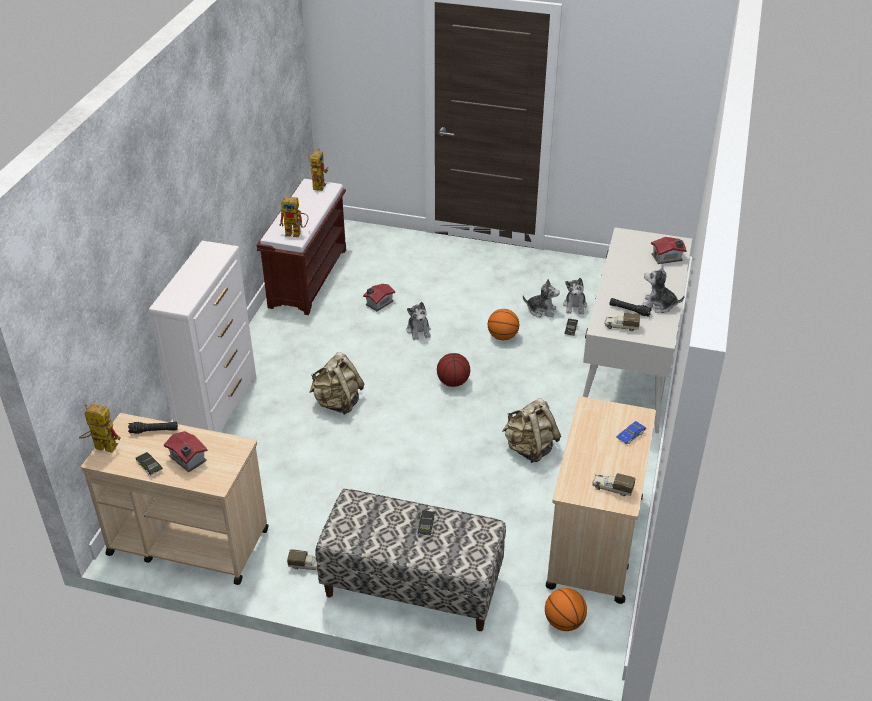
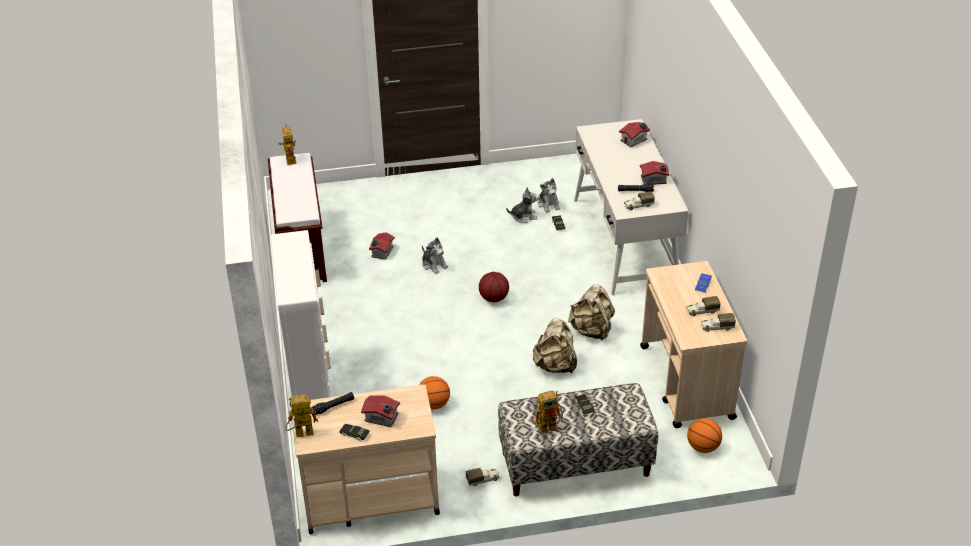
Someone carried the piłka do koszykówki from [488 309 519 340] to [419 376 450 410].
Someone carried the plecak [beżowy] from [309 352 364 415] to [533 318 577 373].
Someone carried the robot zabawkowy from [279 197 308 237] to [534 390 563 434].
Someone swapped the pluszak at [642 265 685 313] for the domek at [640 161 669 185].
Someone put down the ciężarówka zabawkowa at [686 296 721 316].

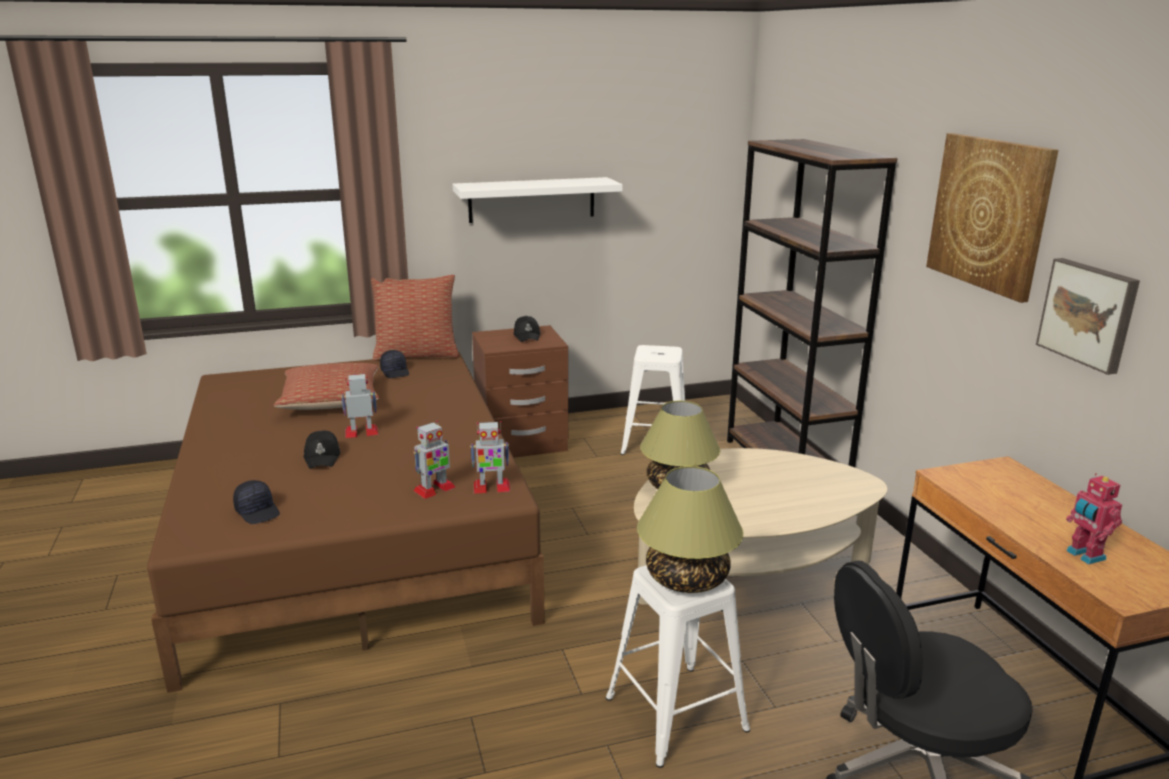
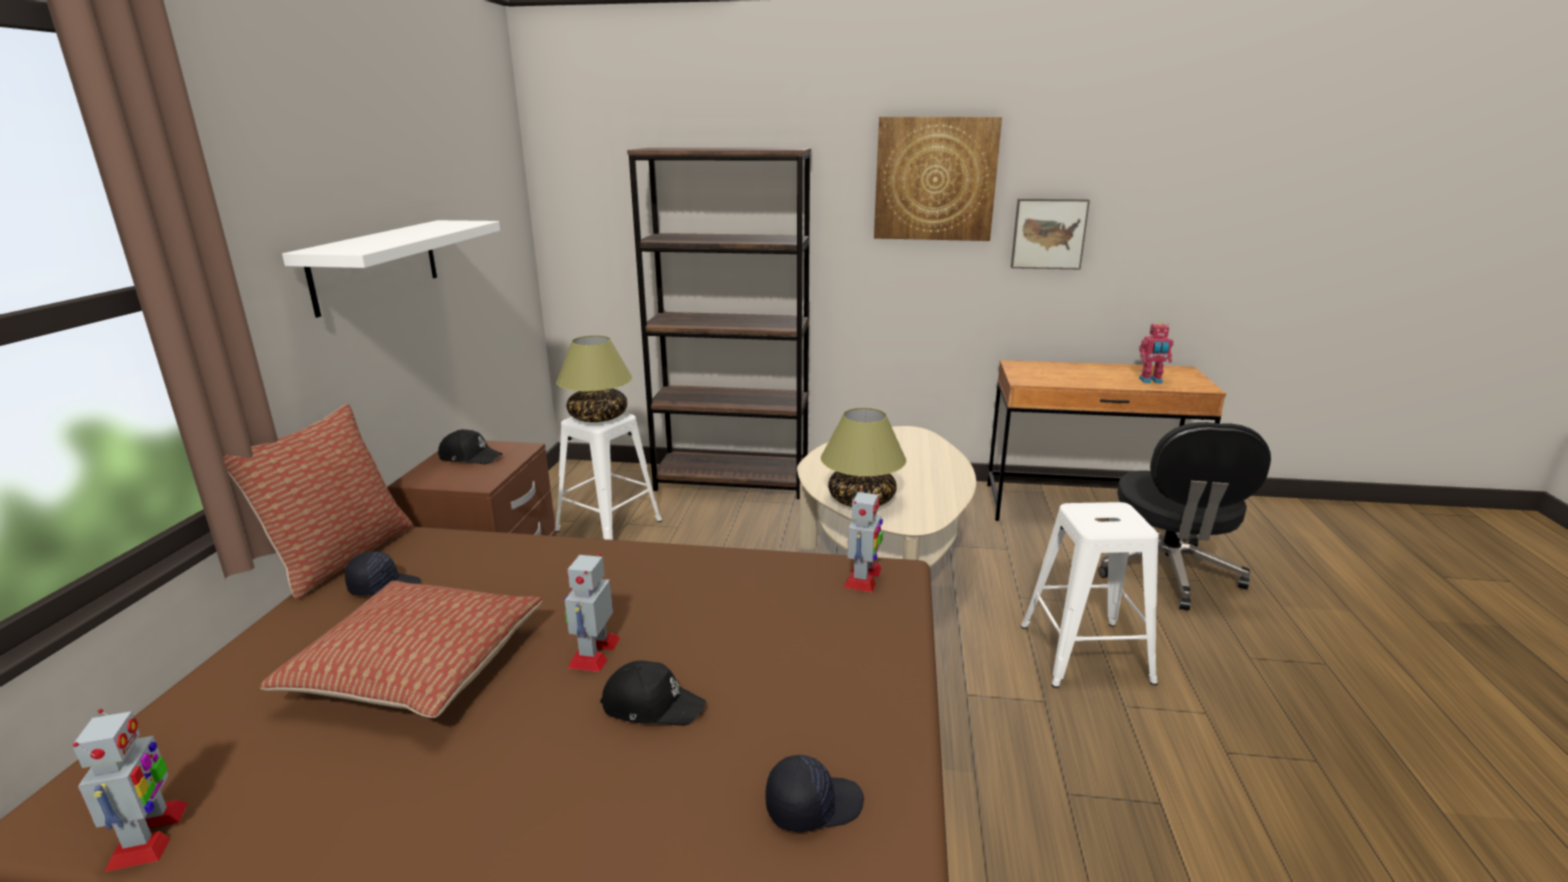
Someone carried the robot zabawkowy from [413 421 456 499] to [72 709 188 872].
Someone carried the lampa stołowa from [637 466 743 593] to [556 335 633 422].

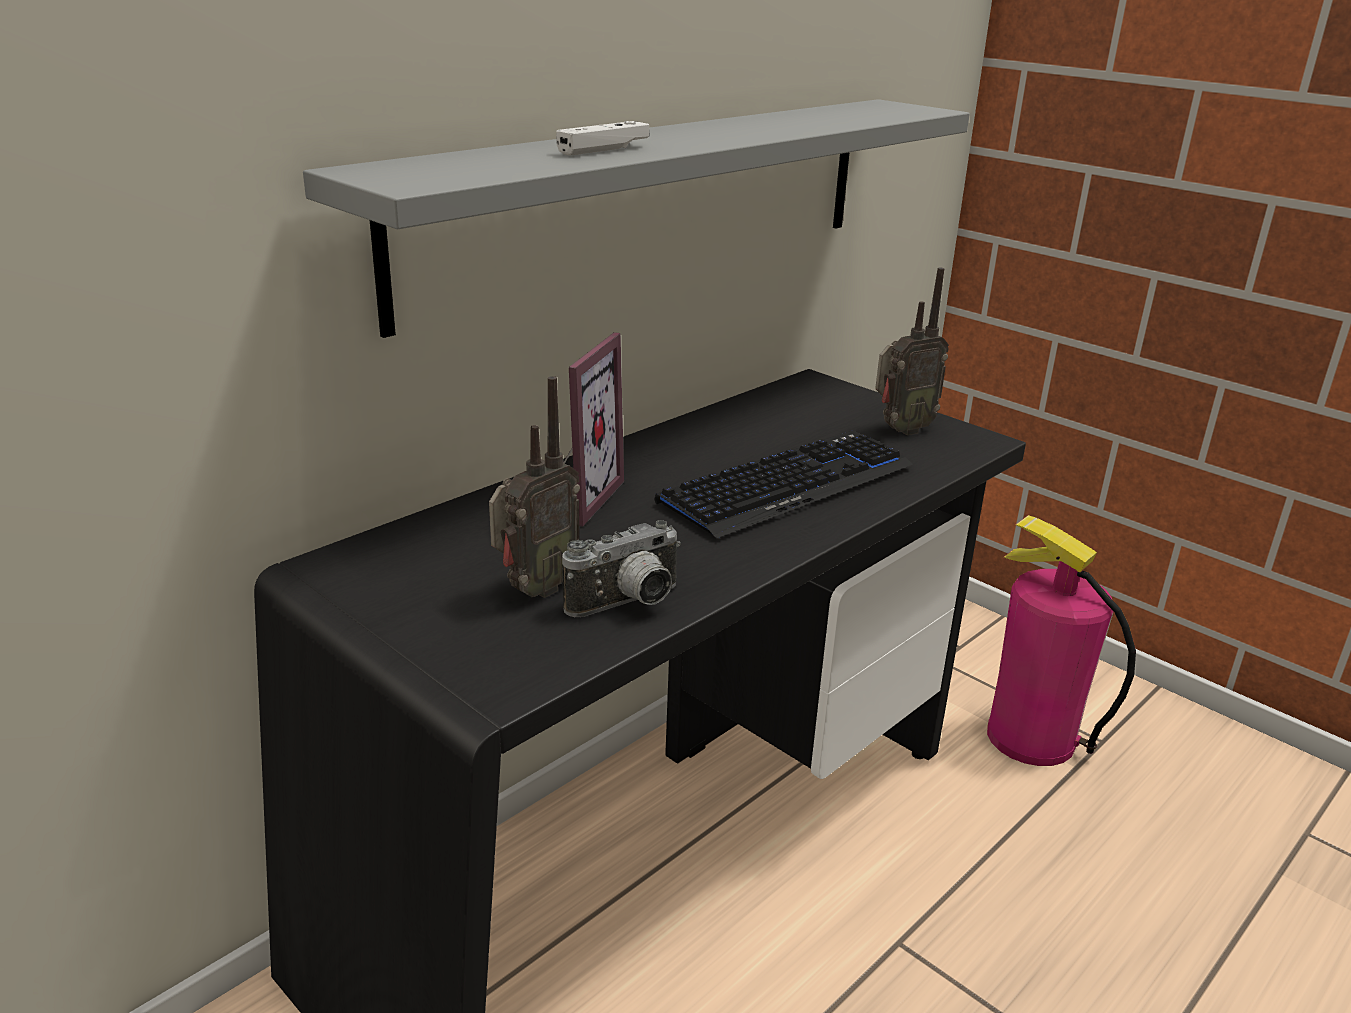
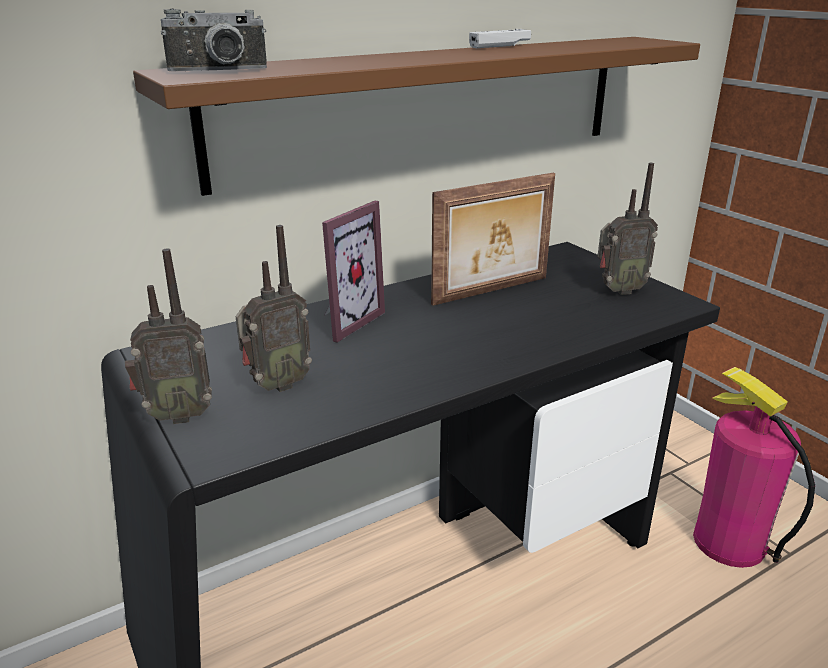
Someone put down the radio at [125 248 212 424].
Someone repainted the półka [szary] at [303 99 970 338], which became the półka [brązowy] at [133 37 700 196].
Someone carried the aparat fotograficzny from [562 520 681 617] to [161 8 267 71].
Someone put down the ramka na zdjęcie at [431 173 555 306].
Someone carried the pad do gier [biały] from [556 121 649 156] to [469 29 531 48].
Someone took away the klawiatura at [654 430 913 538].

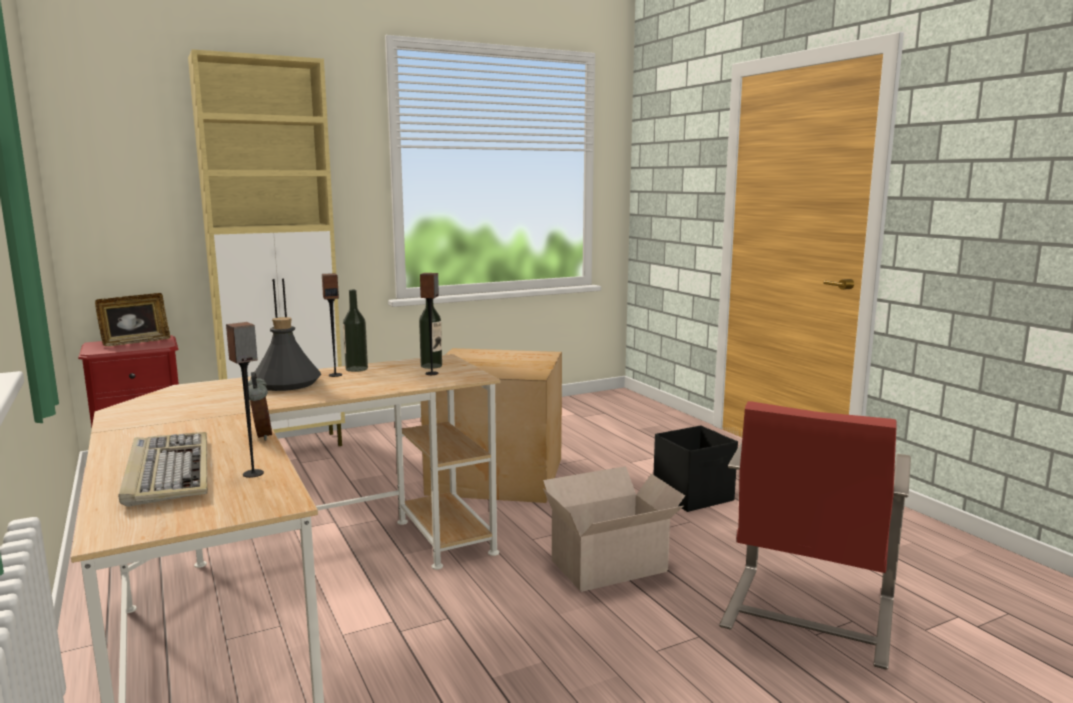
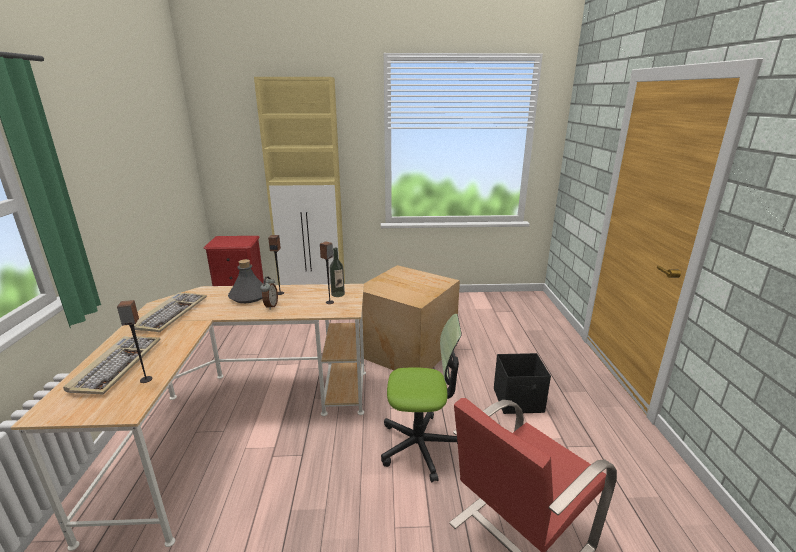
Someone put down the klawiatura at [134 292 207 332].
Someone carried the budzik from [248 372 272 441] to [260 277 278 310].
Someone swapped the karton at [543 466 685 592] for the krzesło biurowe at [381 314 462 482].
Someone took away the ramka na zdjęcie at [95 293 171 346].
Someone took away the butelka at [343 290 368 372].

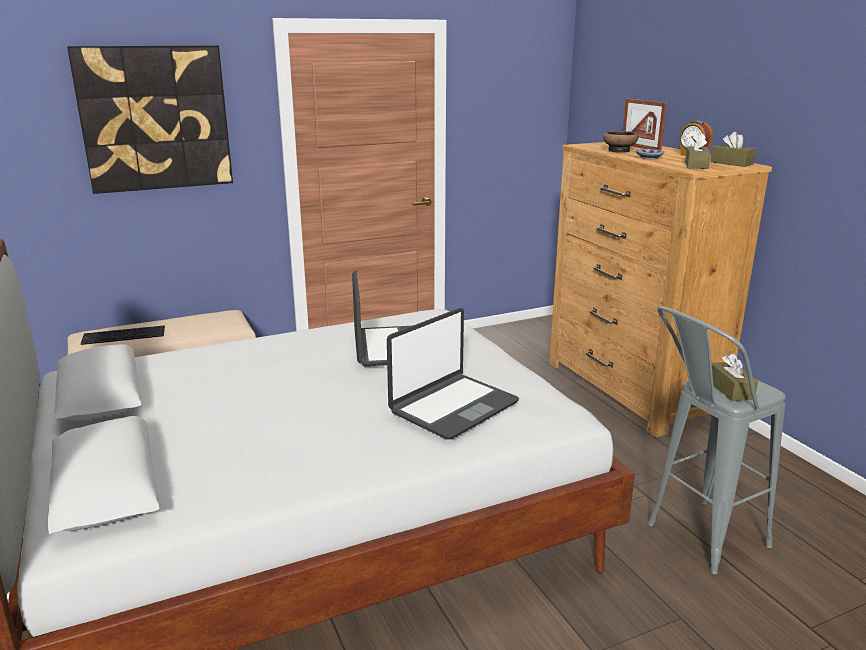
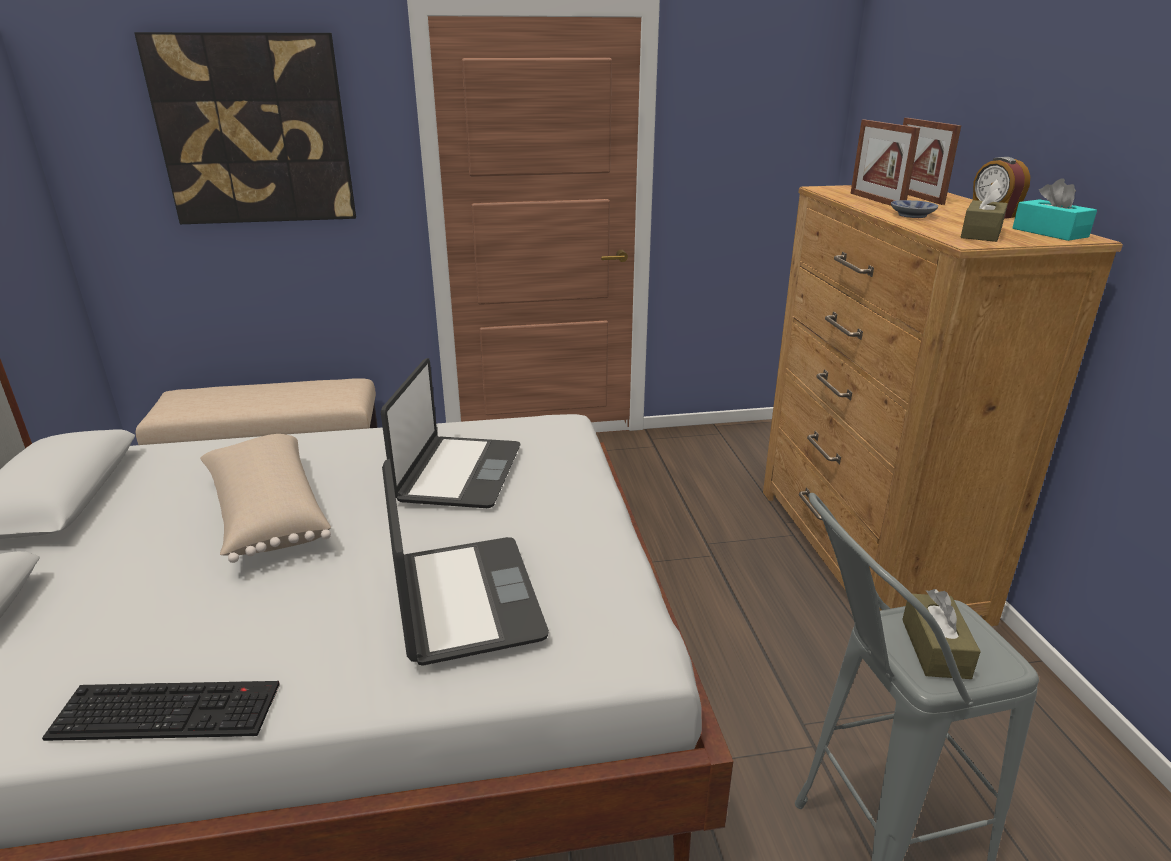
Someone carried the klawiatura from [81 325 165 345] to [42 681 280 741].
Someone put down the poduszka [beżowy] at [200 434 331 563].
Someone rotated the laptop at [387 308 519 439] by 75 degrees counterclockwise.
Someone swapped the miska at [603 131 638 153] for the ramka na zdjęcie at [850 120 920 206].
Someone repainted the pudełko chusteczek [brązowy] at [710 132 756 167], which became the pudełko chusteczek [turkusowy] at [1012 179 1097 241].

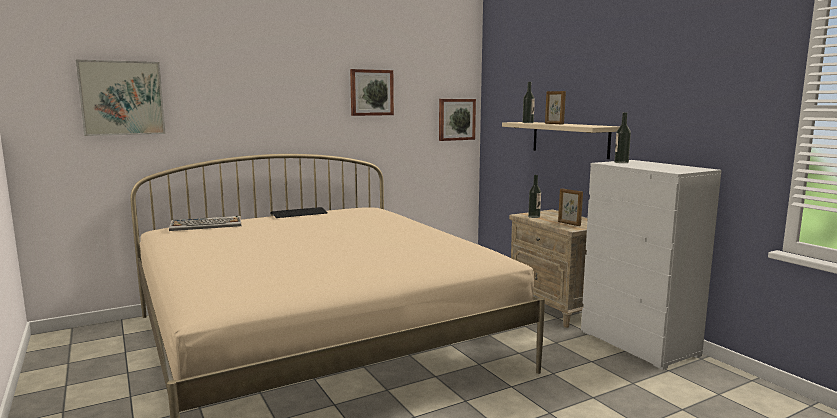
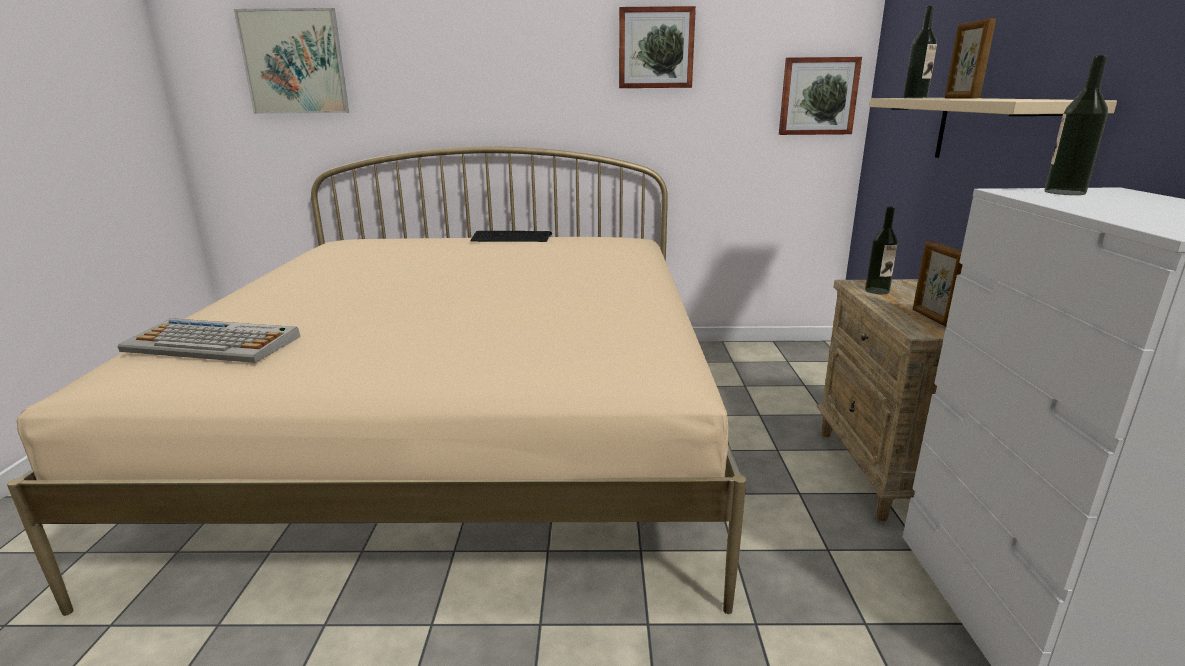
Someone carried the klawiatura from [169 216 241 231] to [118 318 300 363].

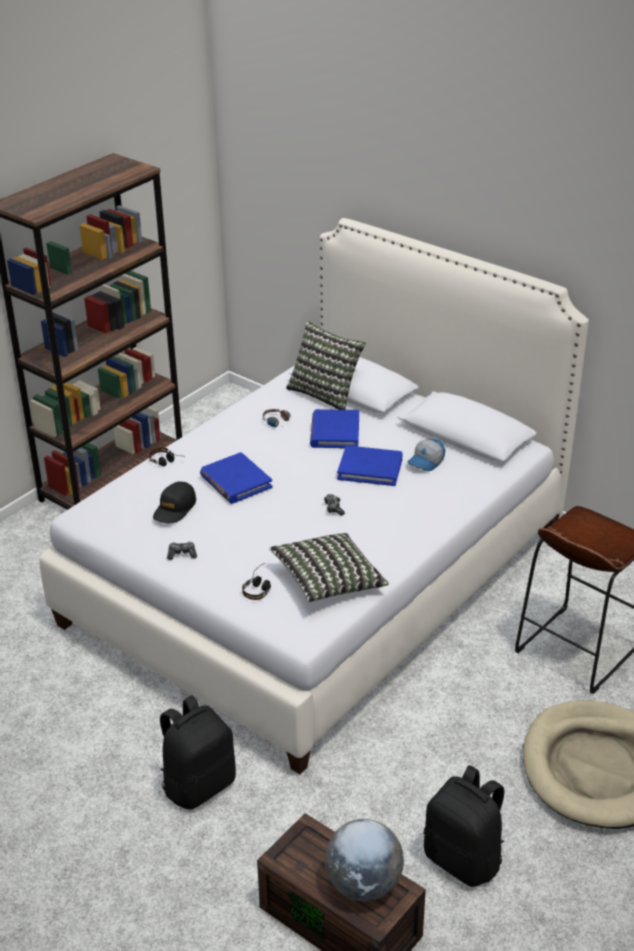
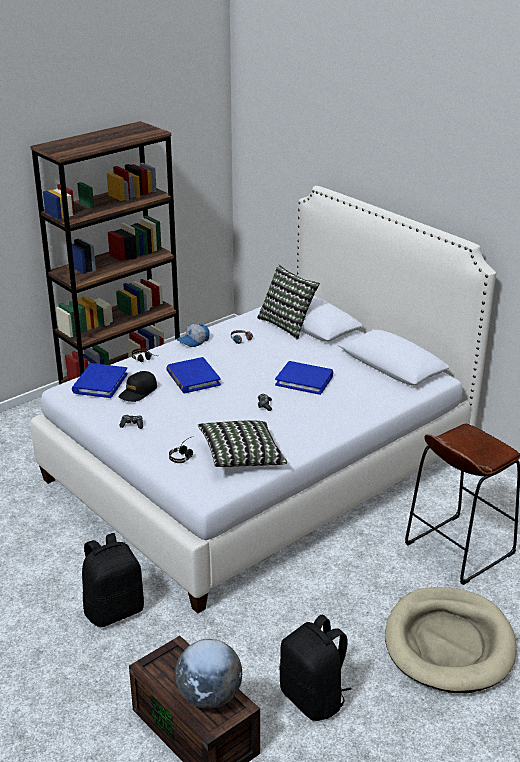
Someone carried the książka [niebieski] from [310 409 359 448] to [72 363 128 398].
Someone carried the czapka z daszkiem from [407 438 446 471] to [177 323 210 347].

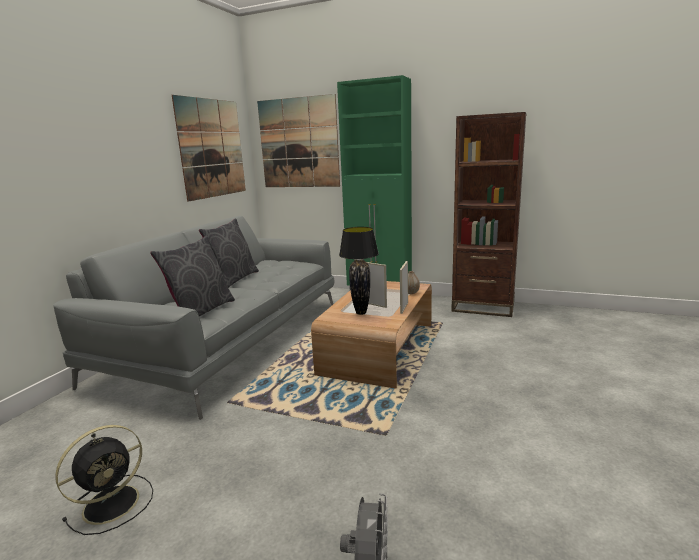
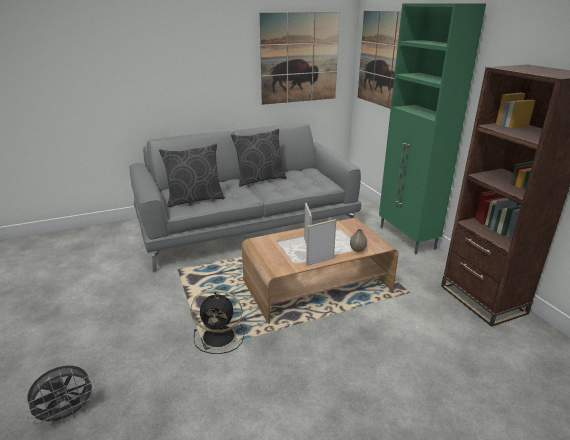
Someone carried the wentylator [czarny] from [55 425 153 535] to [190 290 244 354].
Someone took away the lampa stołowa [czarny] at [339 227 379 315].

